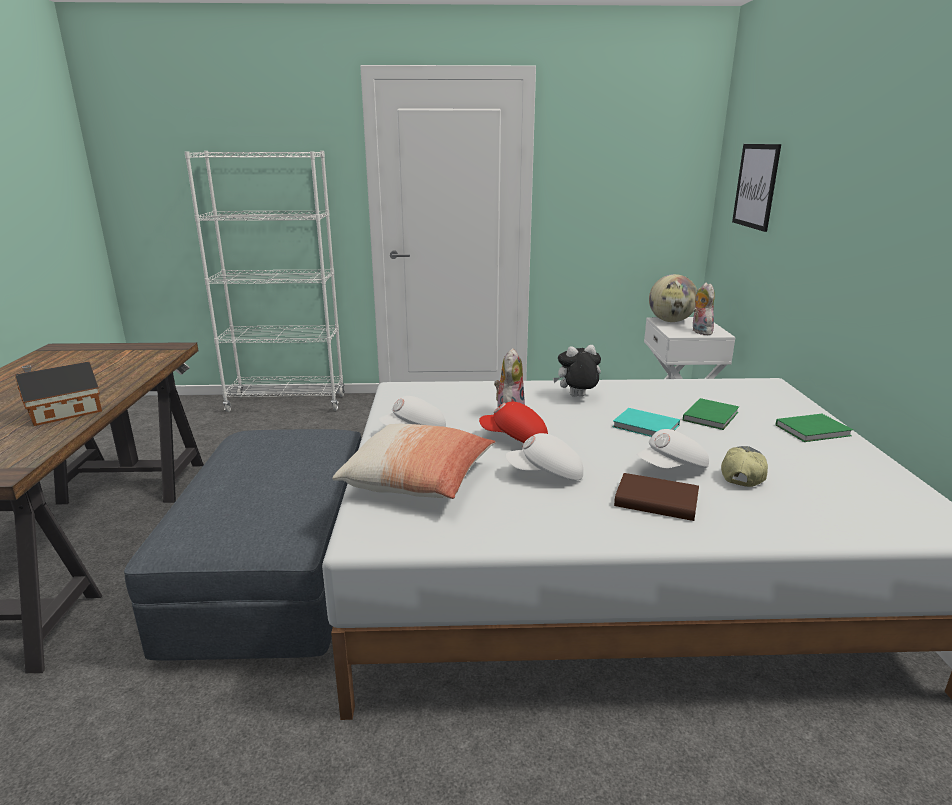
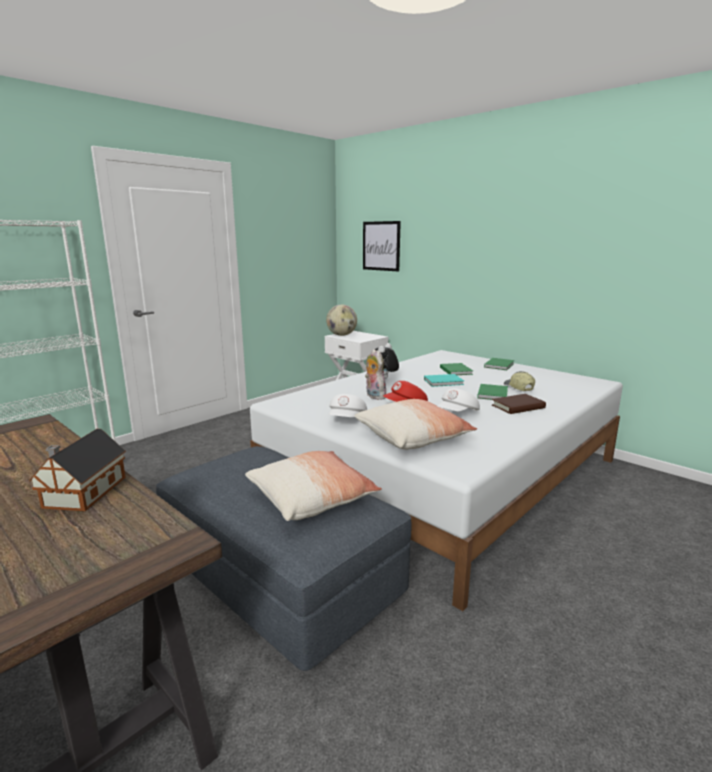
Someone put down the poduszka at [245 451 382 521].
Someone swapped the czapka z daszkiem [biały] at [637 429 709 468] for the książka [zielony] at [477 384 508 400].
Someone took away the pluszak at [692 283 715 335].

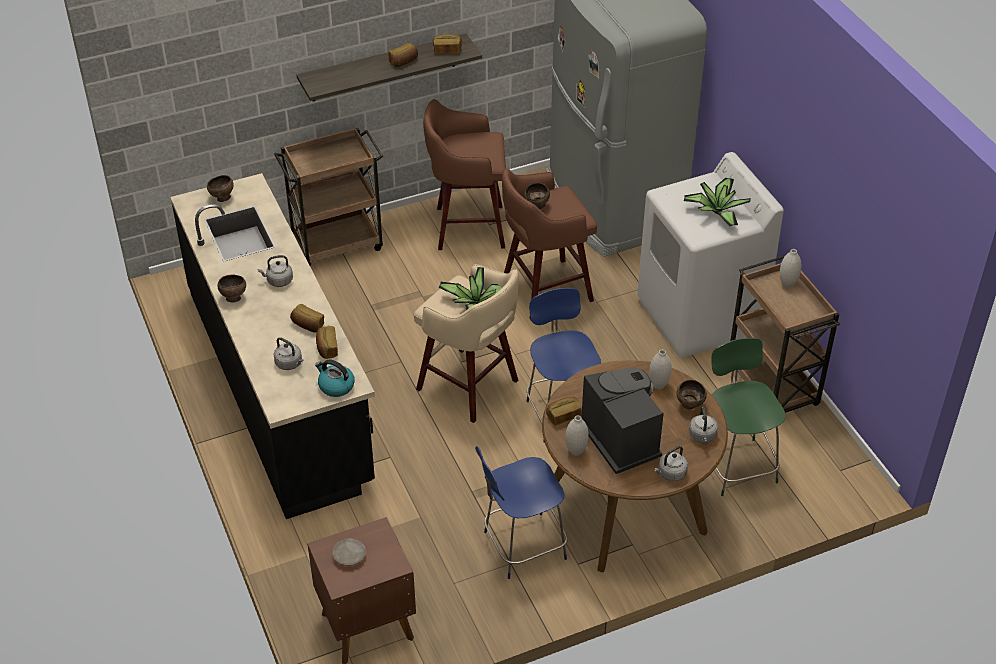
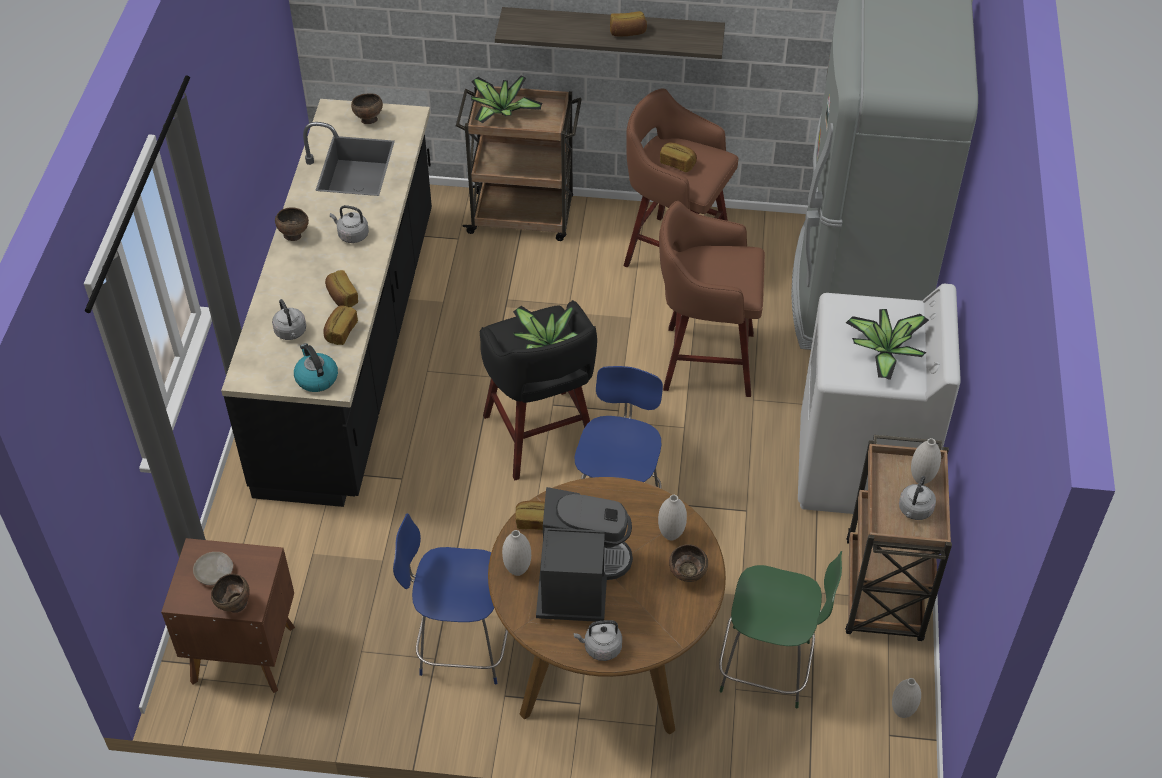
Someone carried the miska [brązowy] from [524 183 550 209] to [211 574 250 613].
Someone put down the roślina doniczkowa at [471 76 543 124].
Someone repainted the stołek [beżowy] at [414 264 519 423], which became the stołek [czarny] at [479 300 597 480].
Someone carried the chleb from [433 34 462 54] to [660 142 697 172].
Someone rotated the krzesło [zielony] at [711 338 786 496] by 90 degrees clockwise.
Someone put down the wazon [biały] at [892 678 921 718].
Someone carried the czajnik [szary] from [689 407 718 443] to [899 476 936 520].

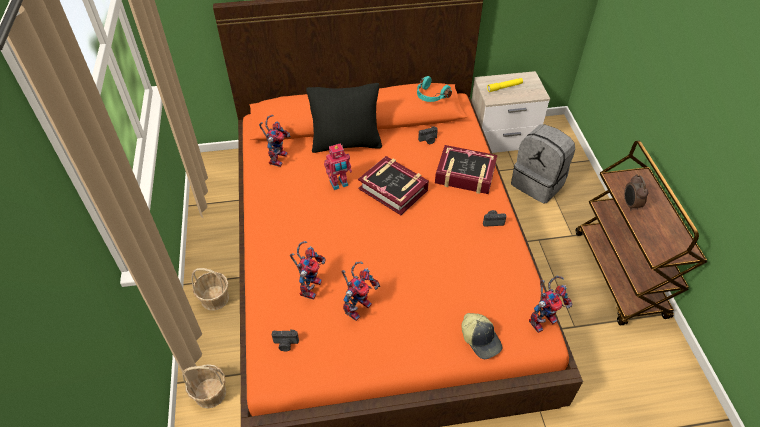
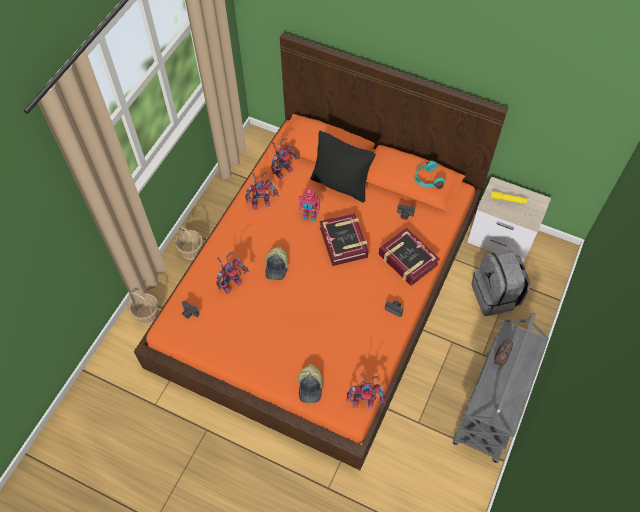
Someone carried the robot zabawkowy from [341 262 380 321] to [245 172 279 210].
Someone put down the czapka z daszkiem at [265 246 288 280].
Someone repainted the wózek [brązowy] at [576 141 707 326], which became the wózek [szary] at [453 312 549 463].

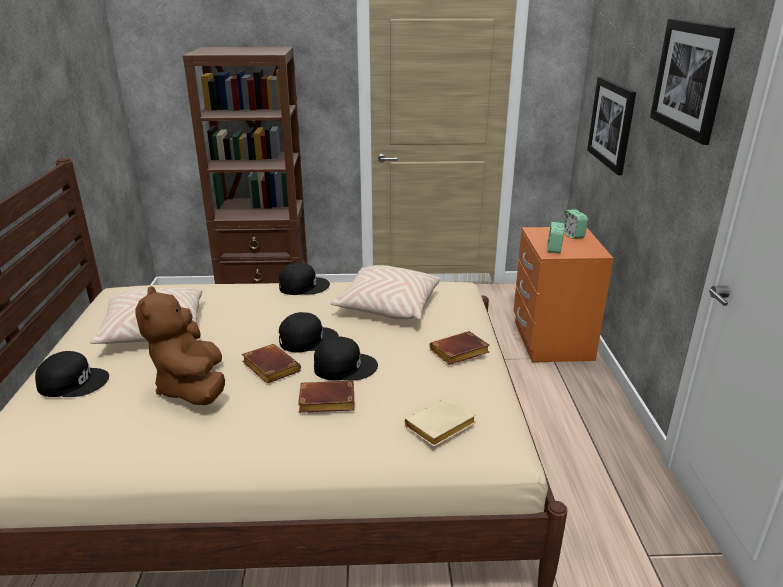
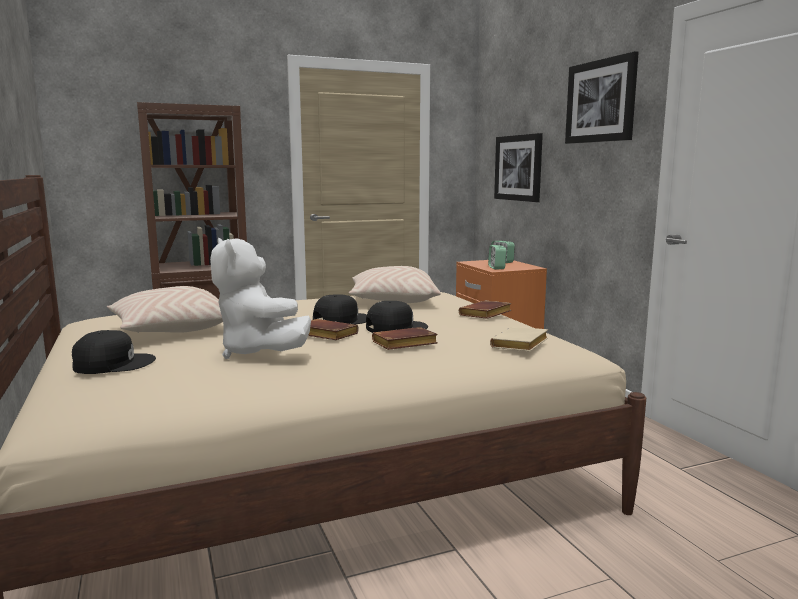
Someone repainted the pluszak [brązowy] at [135 286 225 405], which became the pluszak [biały] at [210 238 311 359].
Someone took away the czapka z daszkiem [czarny] at [279 263 330 295].

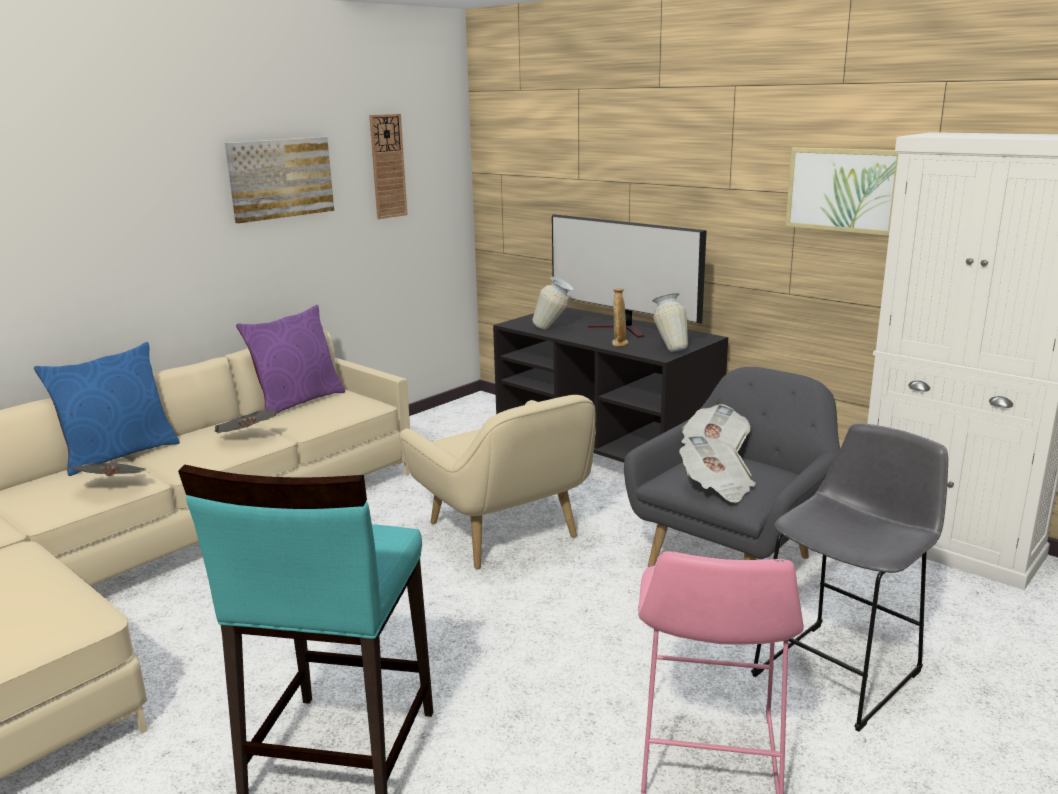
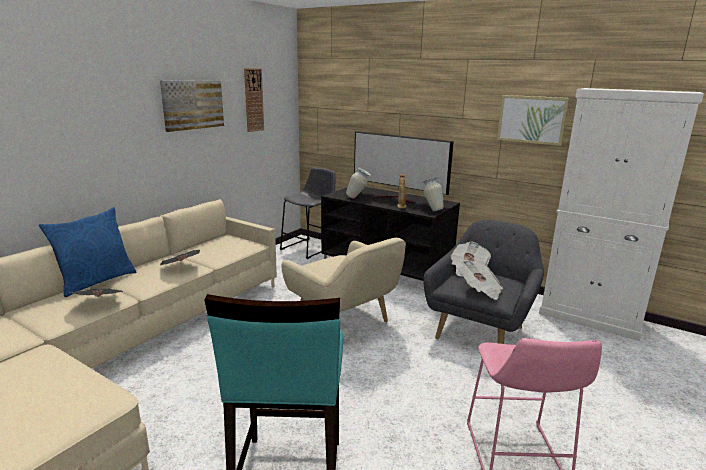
Someone carried the stołek [szary] from [751 423 948 732] to [280 168 336 259].
Someone took away the poduszka [fioletowy] at [236 305 345 414].

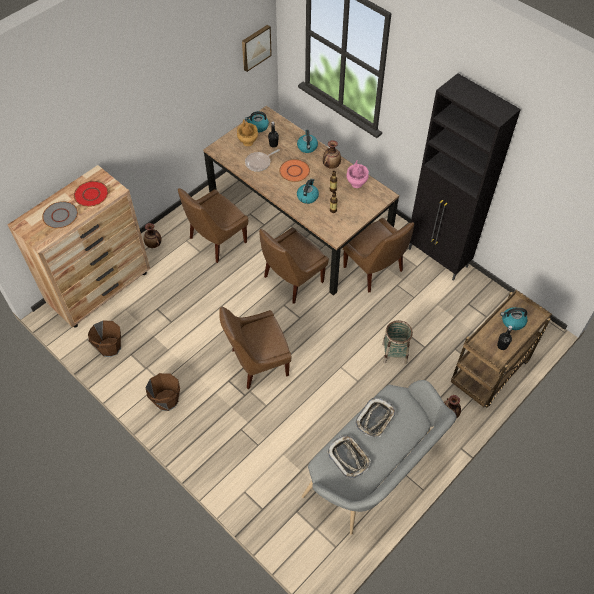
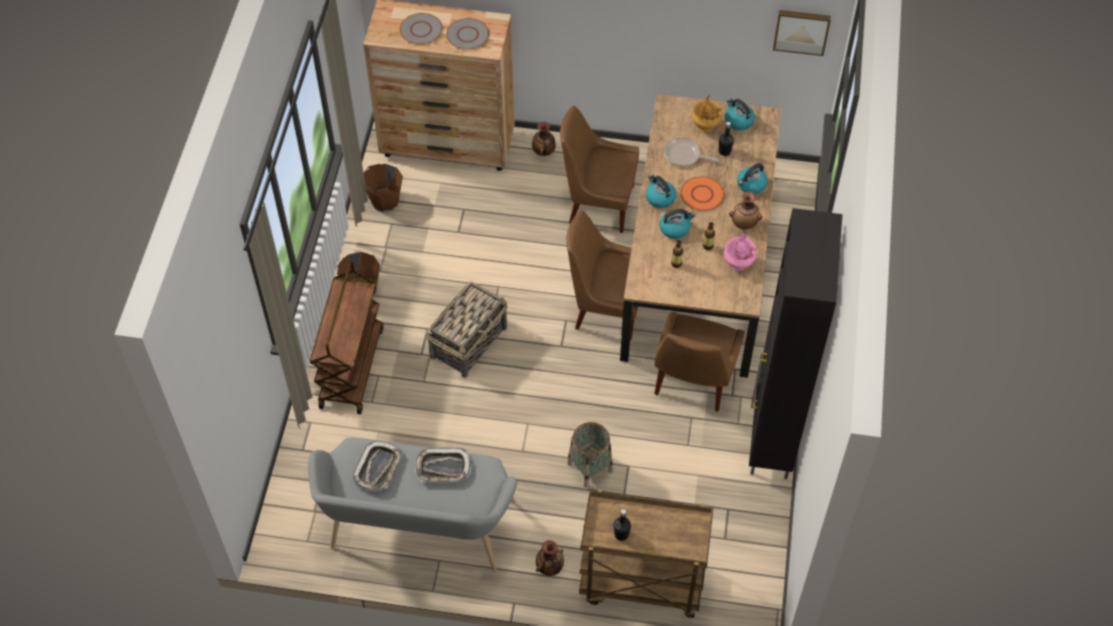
Someone put down the wózek [brązowy] at [309 261 383 414].
Someone swapped the krzesło [brązowy] at [219 306 291 389] for the koszyk at [426 281 508 378].
Someone repainted the talerz [czerwony] at [74 181 108 207], which became the talerz [szary] at [446 18 489 50].
Someone carried the czajnik from [501 307 527 330] to [646 174 676 208].

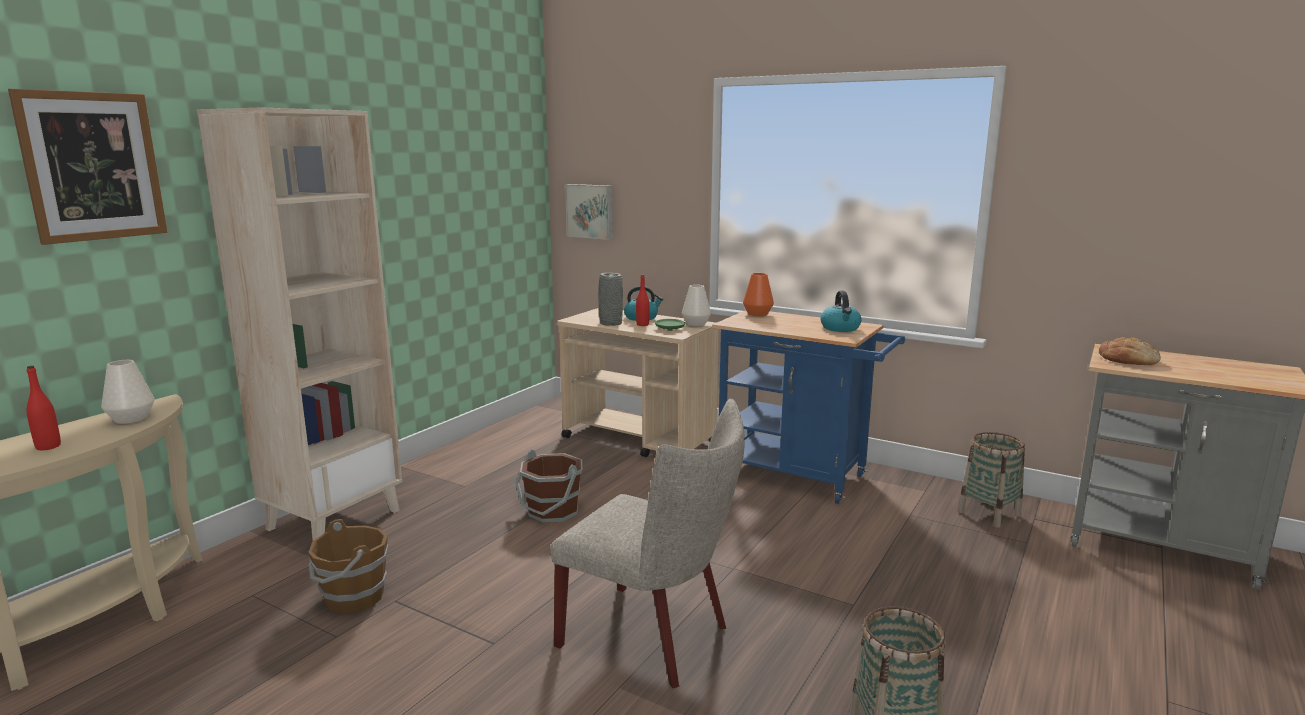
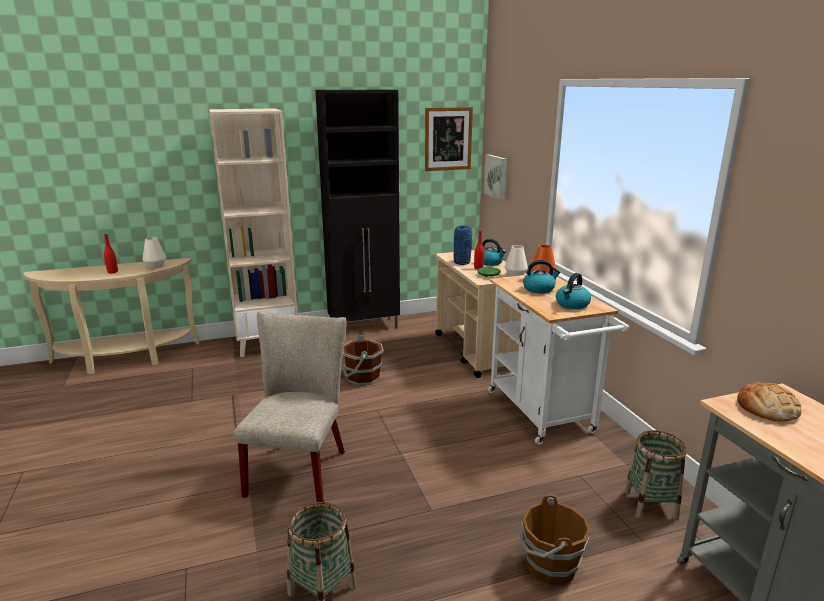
Someone rotated the krzesło [beżowy] at [550 399 745 688] by 150 degrees counterclockwise.
Someone put down the szafka [czarny] at [315 90 400 329].
Someone carried the obraz from [8 89 168 245] to [425 107 473 171].
Someone repainted the wazon [szary] at [598 273 623 326], which became the wazon [niebieski] at [453 225 472 265].
Someone repainted the wózek [niebieski] at [712 310 905 504], which became the wózek [biały] at [488 275 629 445].
Someone carried the wiadro [brązowy] from [308 519 388 614] to [520 495 591 585].
Someone put down the czajnik at [523 260 561 294].

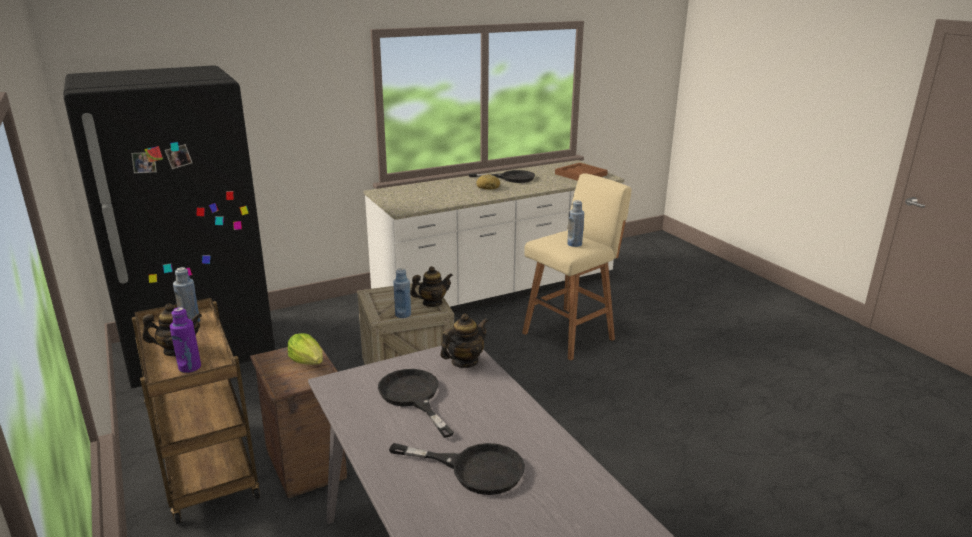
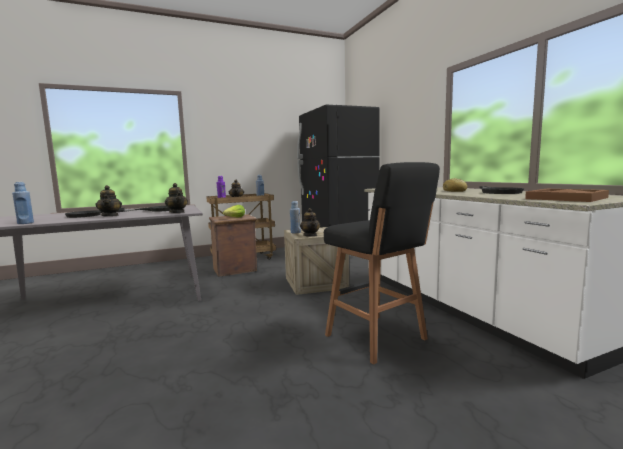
Someone carried the butelka [niebieski] from [567 200 584 247] to [12 182 34 224].
Someone put down the imbryk at [95 185 122 216].
Someone repainted the stołek [beżowy] at [522 173 632 361], which became the stołek [czarny] at [324 162 440 365].

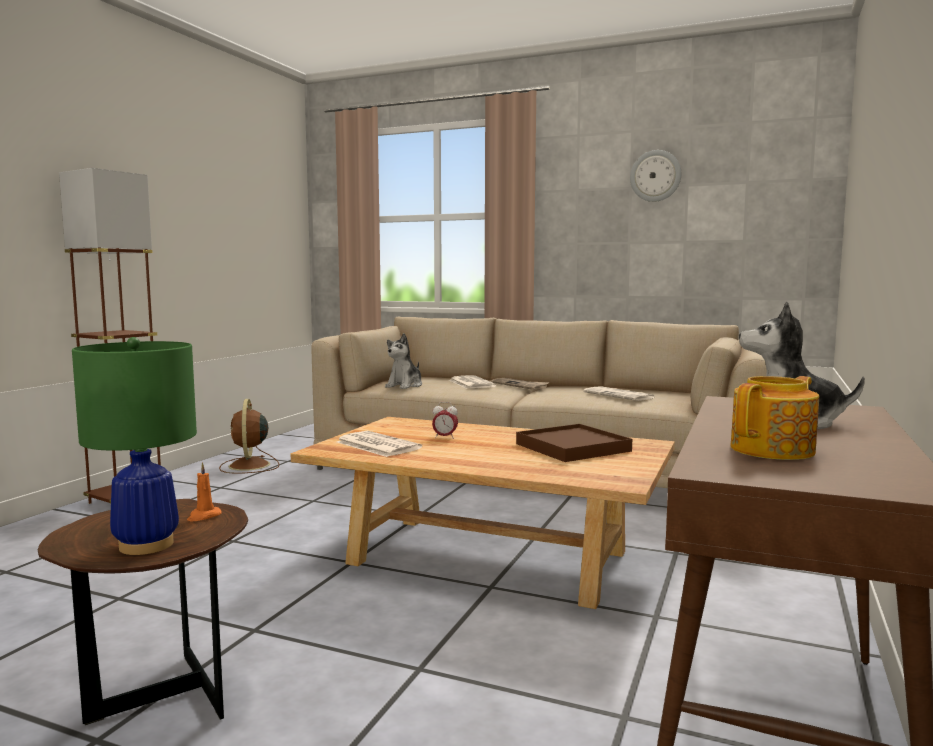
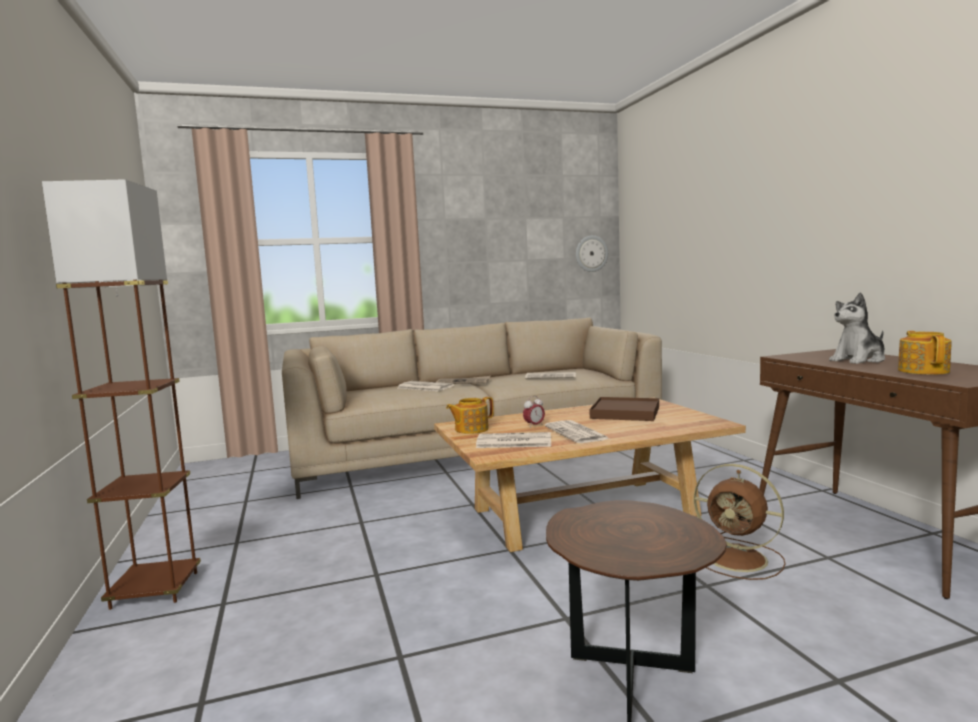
Someone put down the imbryk at [446 397 494 434].
Someone put down the gazeta at [545 420 609 443].
Someone carried the zegar ścienny from [630 150 681 202] to [576 235 608 272].
Someone carried the wentylator [brązowy] from [219 399 279 474] to [694 464 785 580].
Someone took away the lampa stołowa [zielony] at [72 337 197 555].
Someone took away the świeca [pomarańczowy] at [187 462 222 521].
Someone took away the pluszak at [385 333 422 389].

